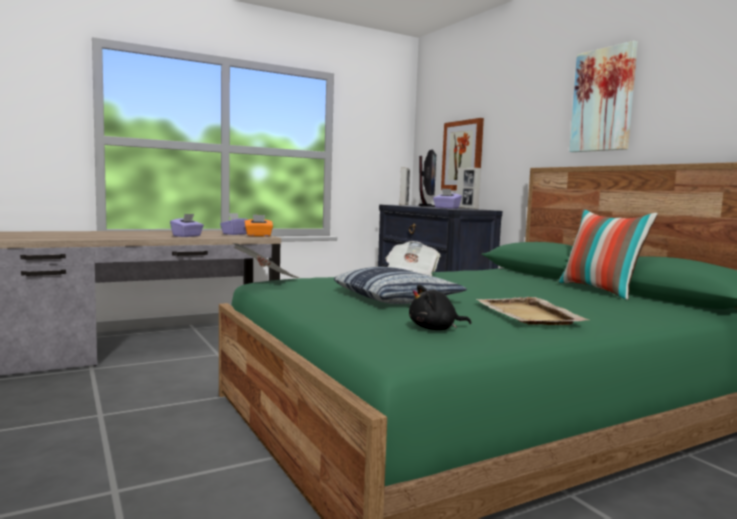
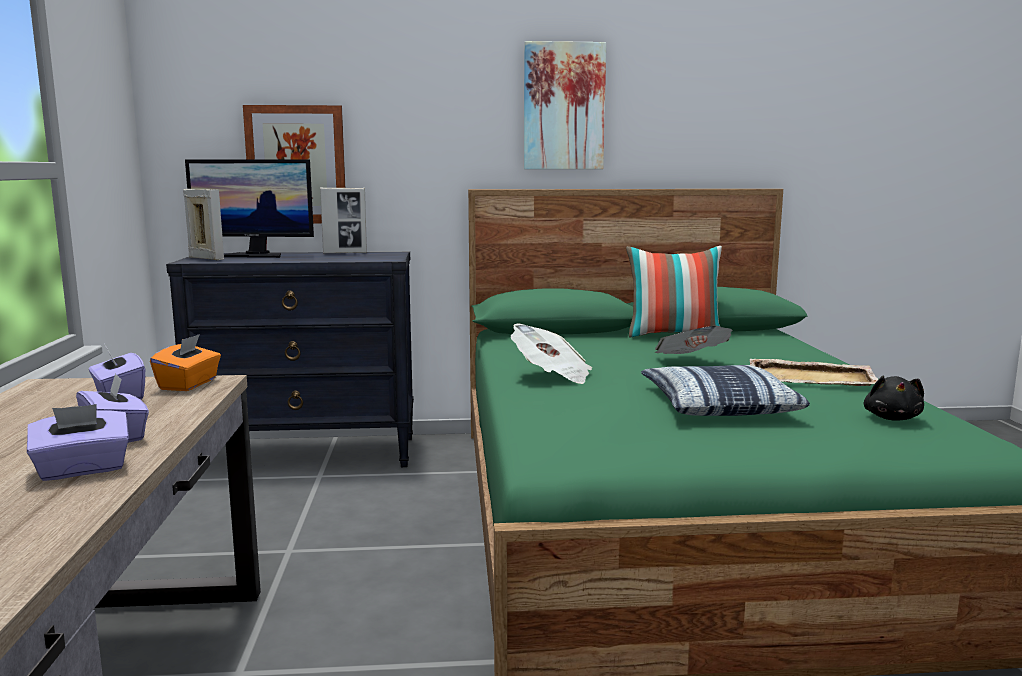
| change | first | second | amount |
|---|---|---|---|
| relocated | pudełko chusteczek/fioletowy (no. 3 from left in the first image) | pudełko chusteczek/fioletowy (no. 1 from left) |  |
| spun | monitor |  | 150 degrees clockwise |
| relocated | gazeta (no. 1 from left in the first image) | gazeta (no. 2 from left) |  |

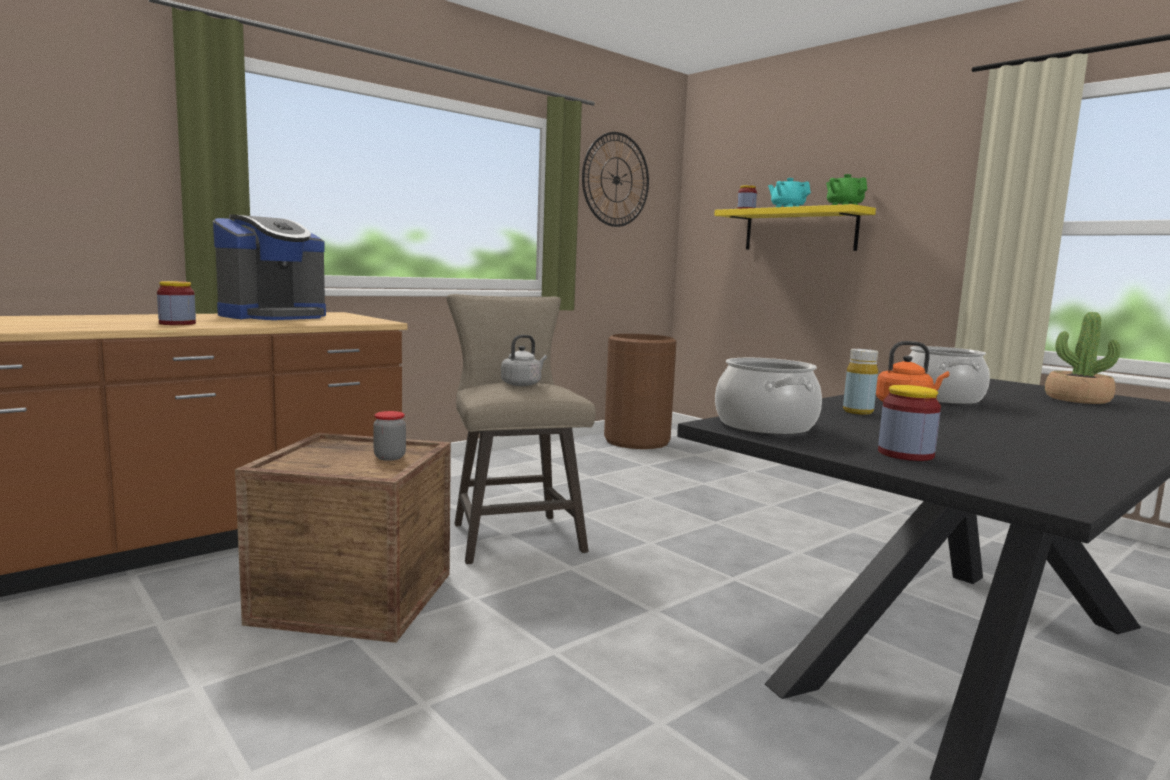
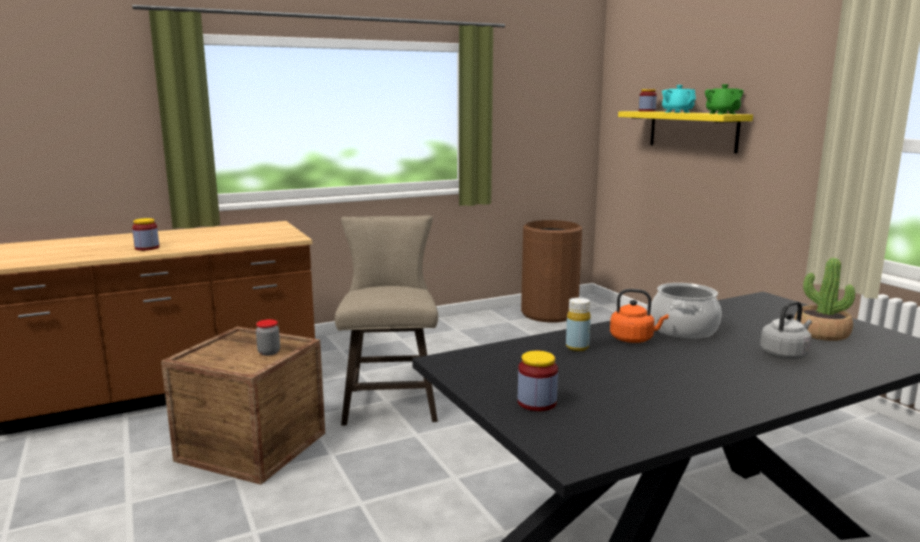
| change | first | second | amount |
|---|---|---|---|
| relocated | czajnik/szary |  |  |
| missing | ekspres do kawy |  |  |
| missing | zegar ścienny |  |  |
| missing | garnek (no. 1 from left) |  |  |

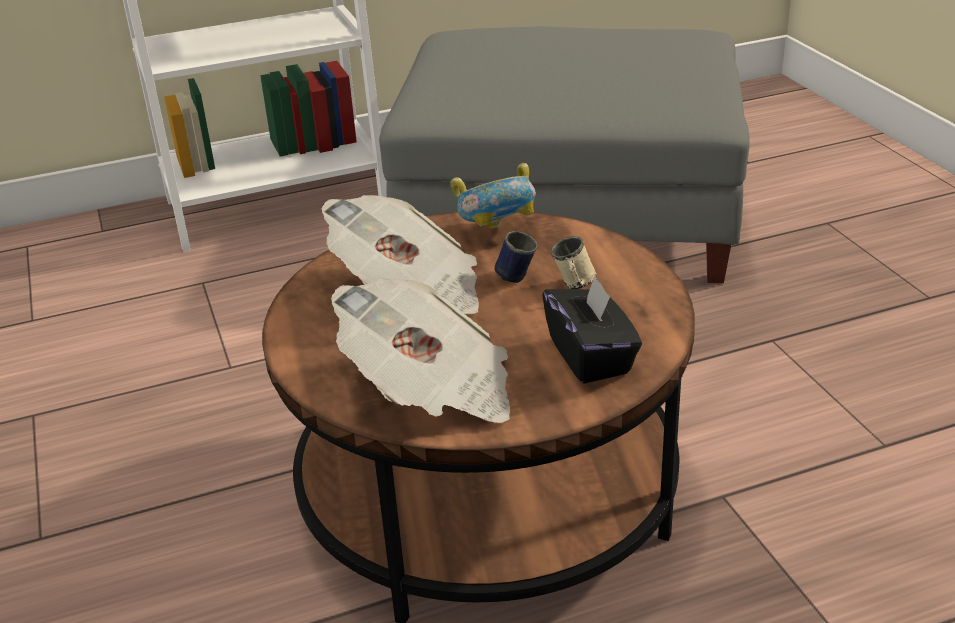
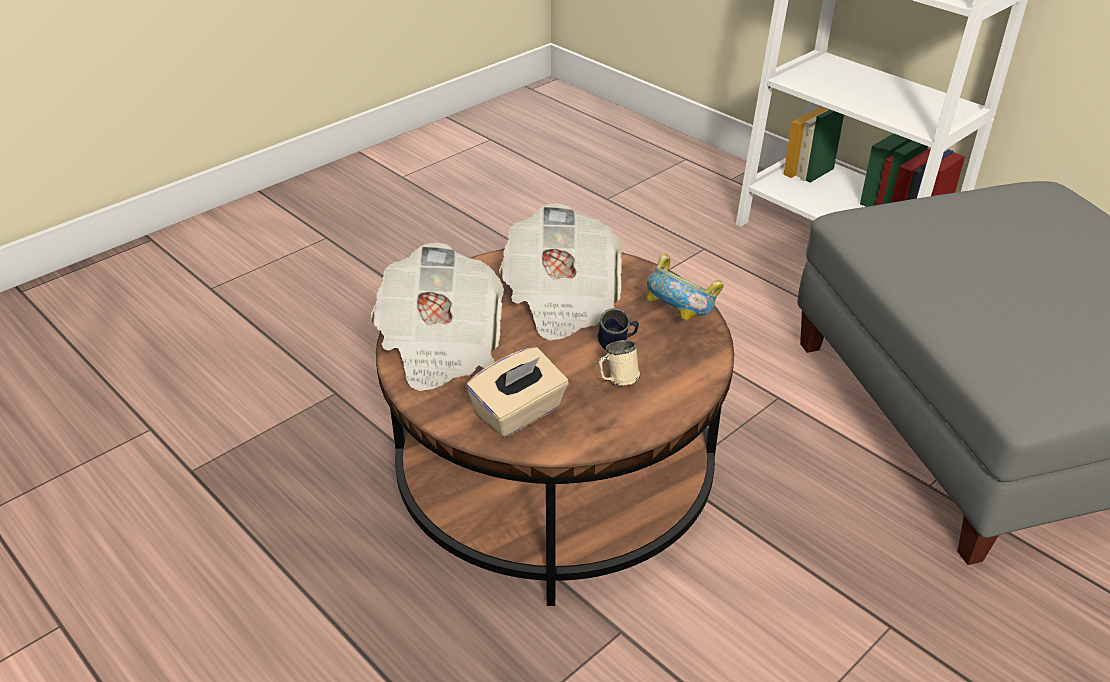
| change | first | second | amount |
|---|---|---|---|
| colour | pudełko chusteczek/czarny | pudełko chusteczek/beżowy |  |

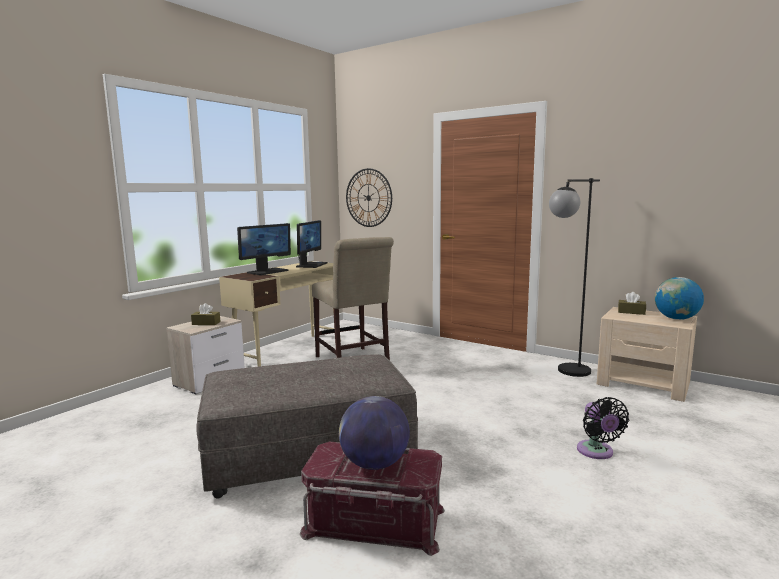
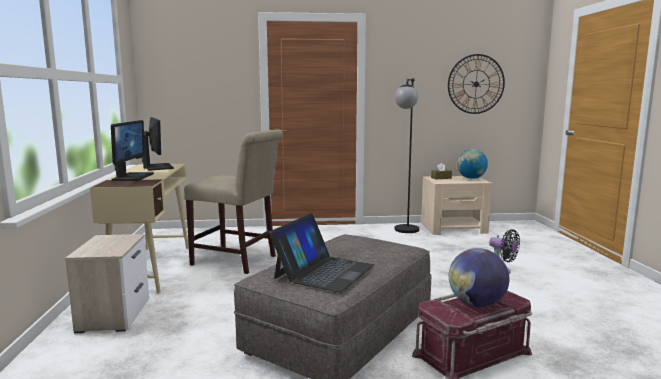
| change | first | second | amount |
|---|---|---|---|
| appeared |  | laptop |  |
| relocated | zegar ścienny |  |  |
| missing | pudełko chusteczek/brązowy (no. 1 from left) |  |  |

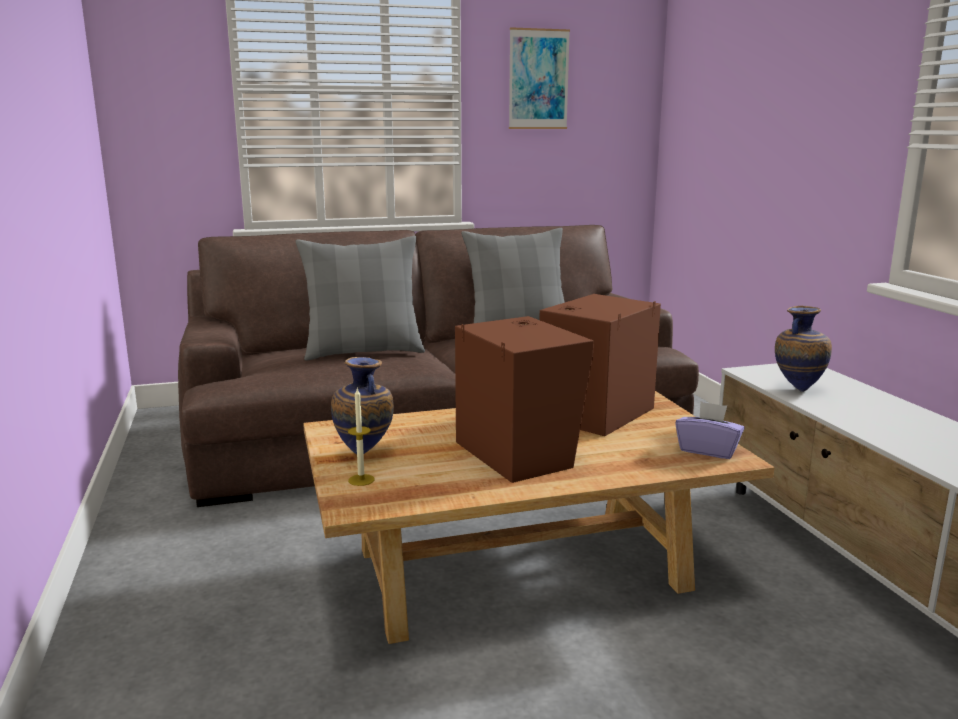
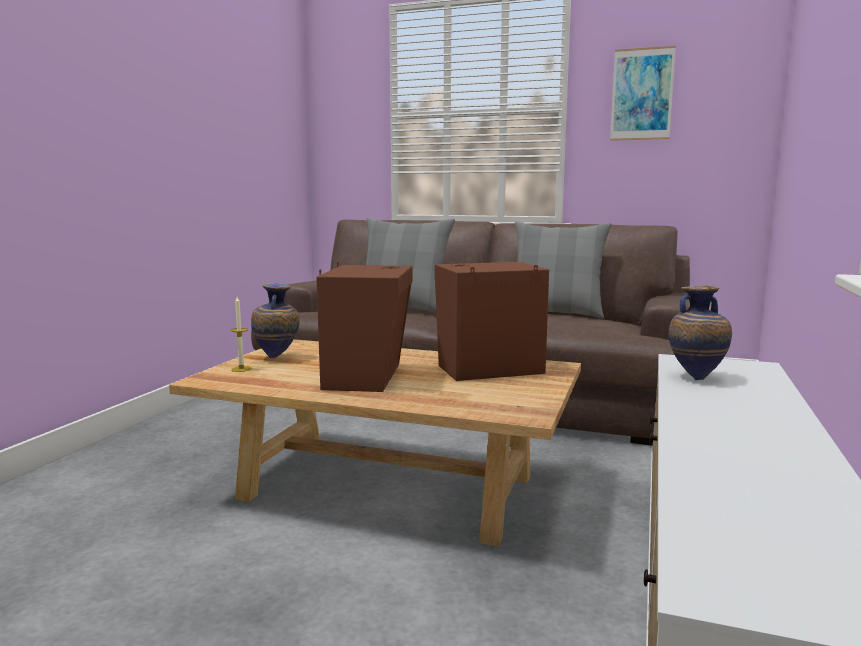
| change | first | second | amount |
|---|---|---|---|
| missing | pudełko chusteczek/fioletowy |  |  |

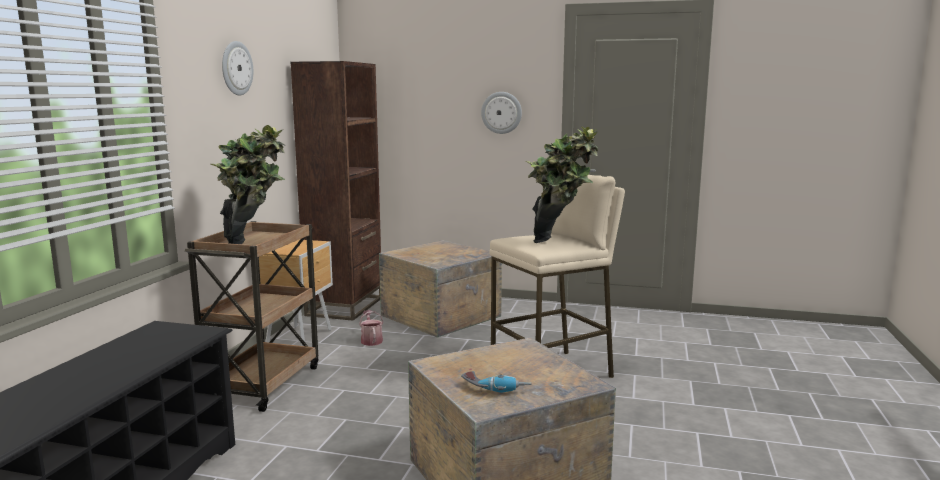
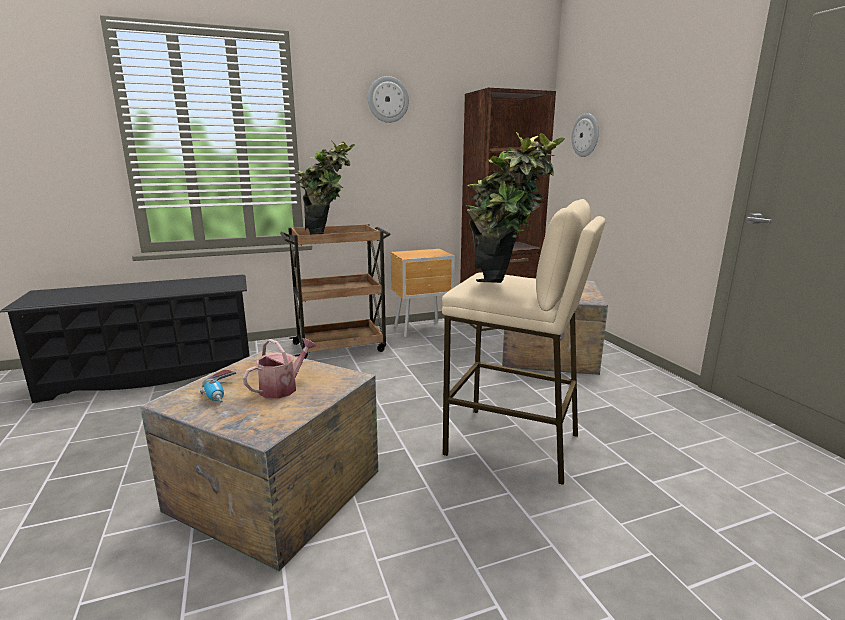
| change | first | second | amount |
|---|---|---|---|
| relocated | konewka |  |  |
| relocated | zegar ścienny (no. 2 from left) |  |  |

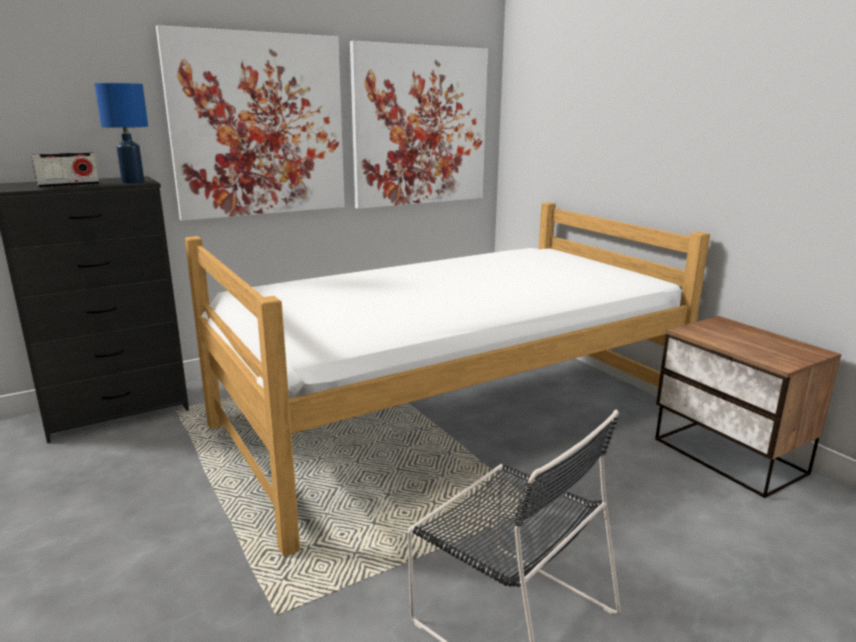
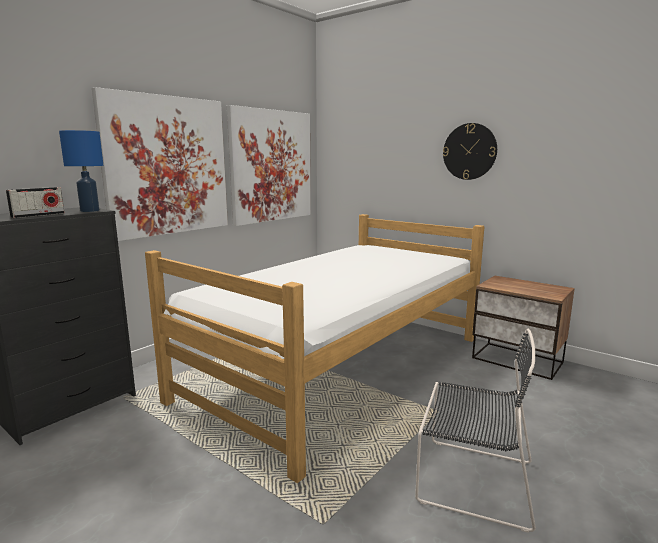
| change | first | second | amount |
|---|---|---|---|
| appeared |  | zegar ścienny |  |

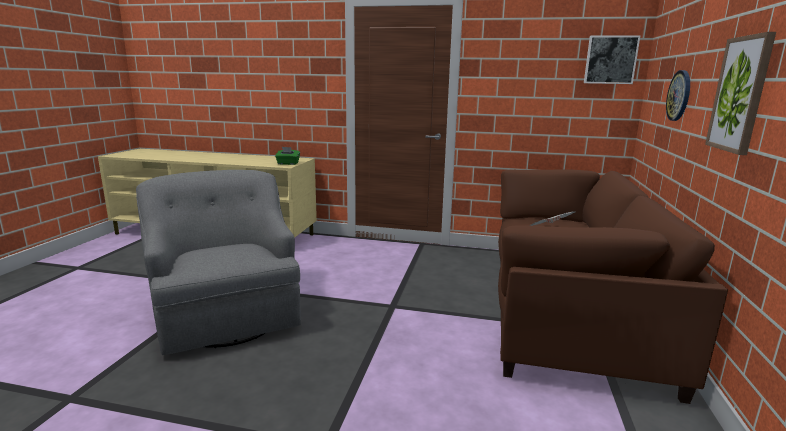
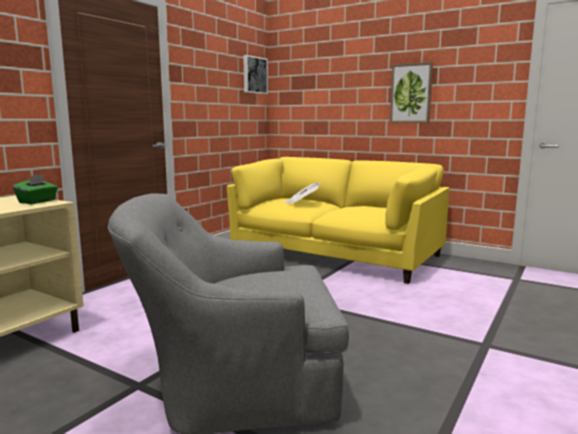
| change | first | second | amount |
|---|---|---|---|
| colour | kanapa/brązowy | kanapa/żółty |  |
| missing | zegar ścienny |  |  |

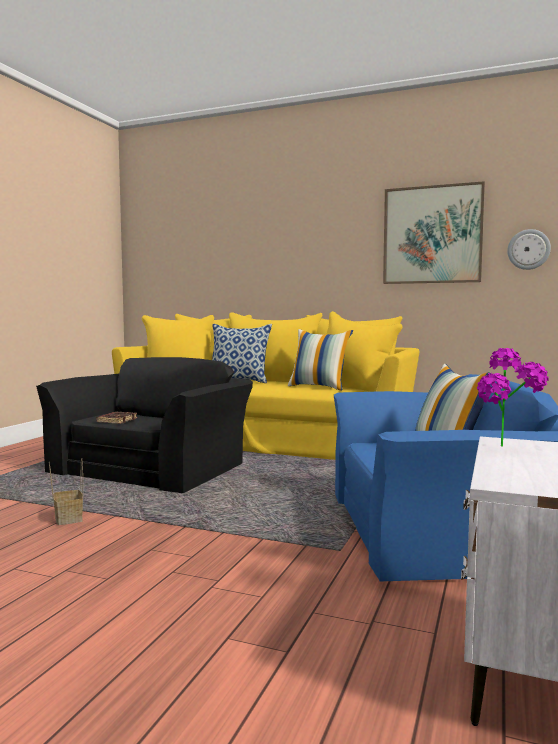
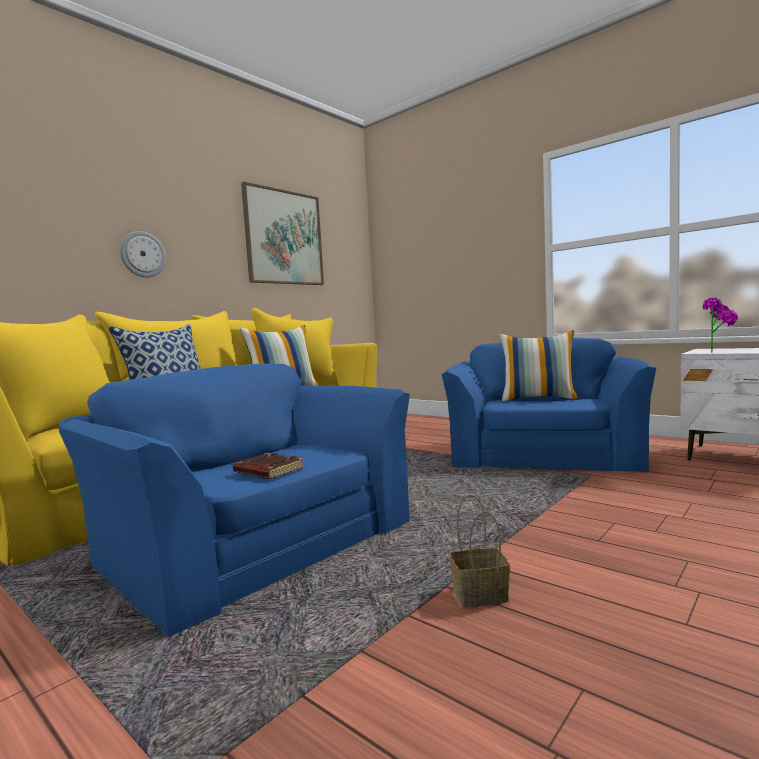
| change | first | second | amount |
|---|---|---|---|
| colour | fotel/czarny | fotel/niebieski (no. 1 from left) |  |
| relocated | zegar ścienny |  |  |

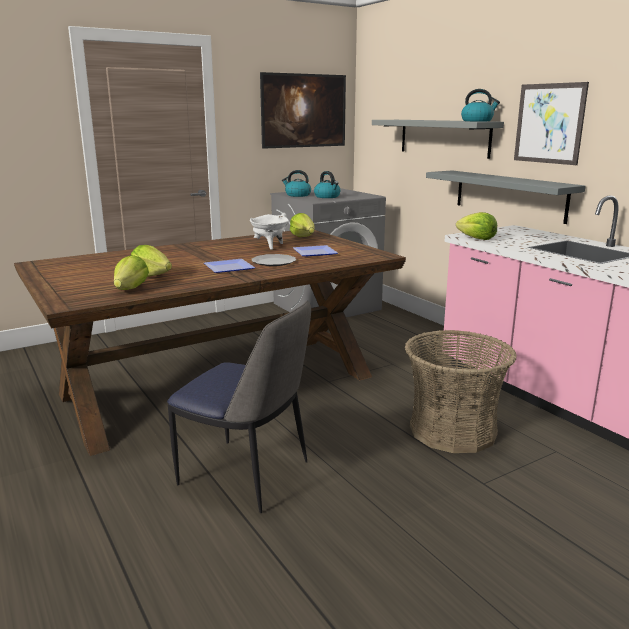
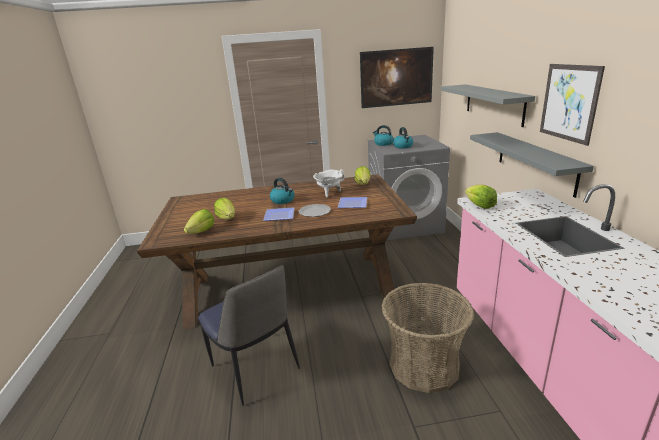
| change | first | second | amount |
|---|---|---|---|
| relocated | czajnik (no. 3 from left in the first image) | czajnik (no. 1 from left) |  |

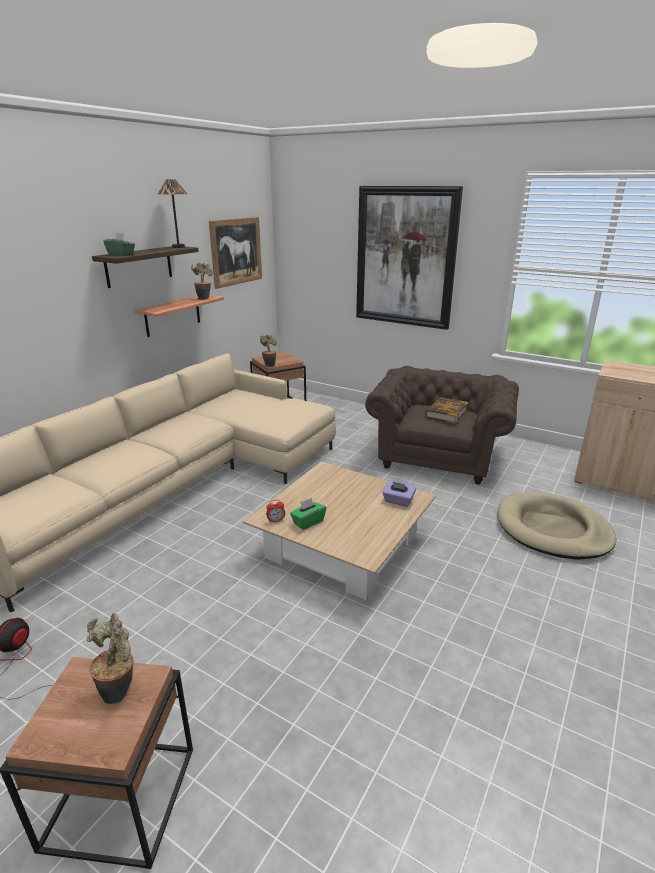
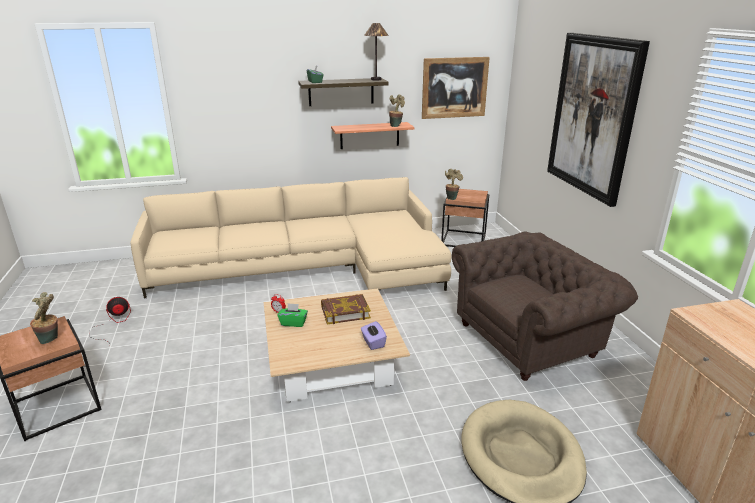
| change | first | second | amount |
|---|---|---|---|
| relocated | książka |  |  |

